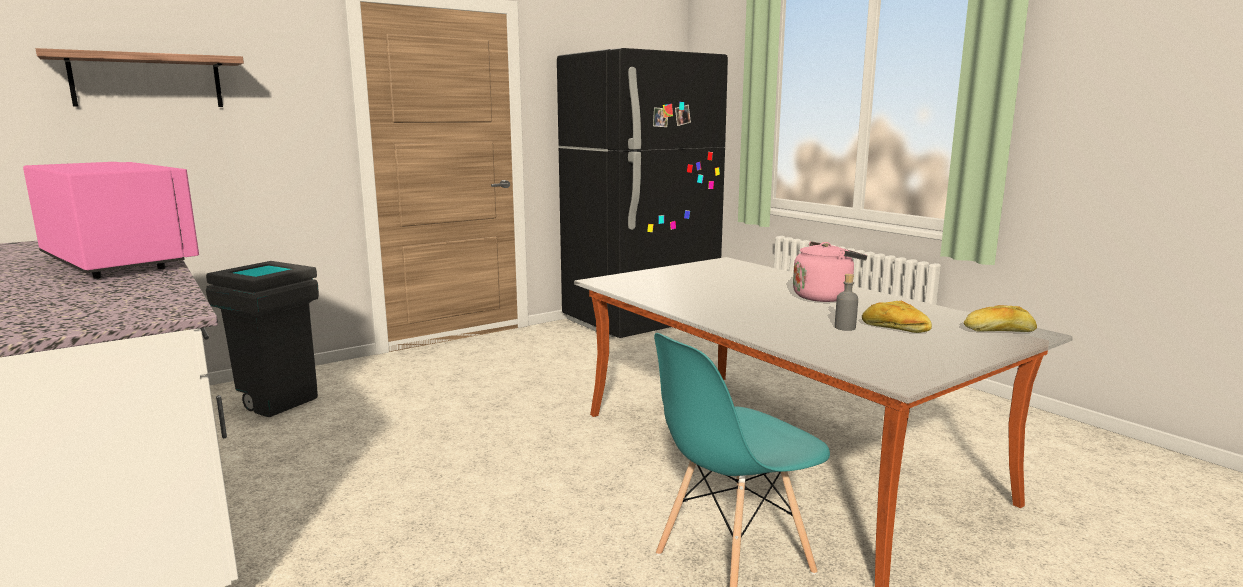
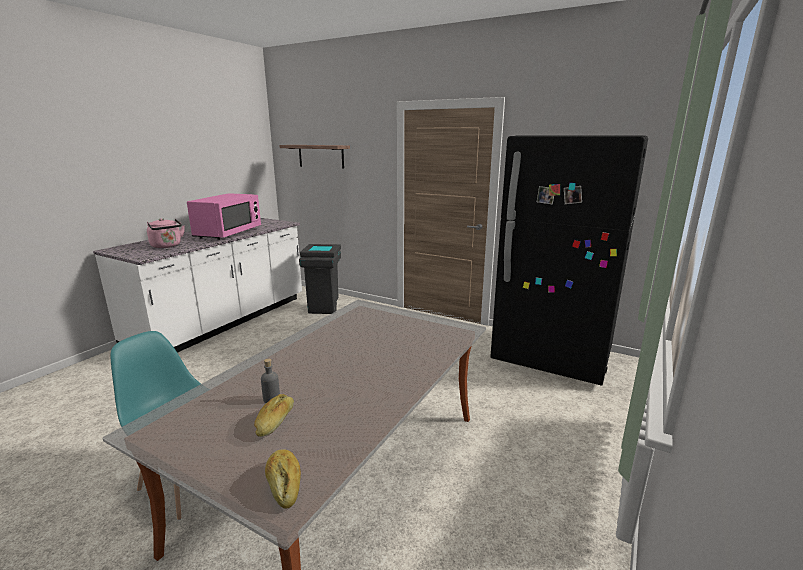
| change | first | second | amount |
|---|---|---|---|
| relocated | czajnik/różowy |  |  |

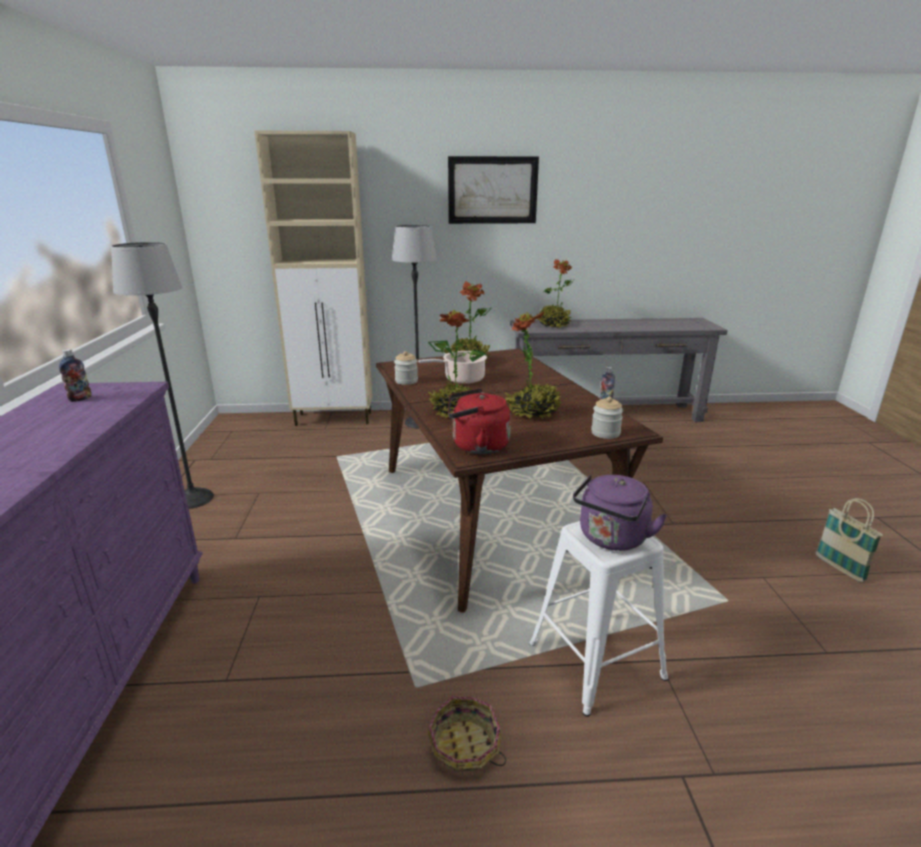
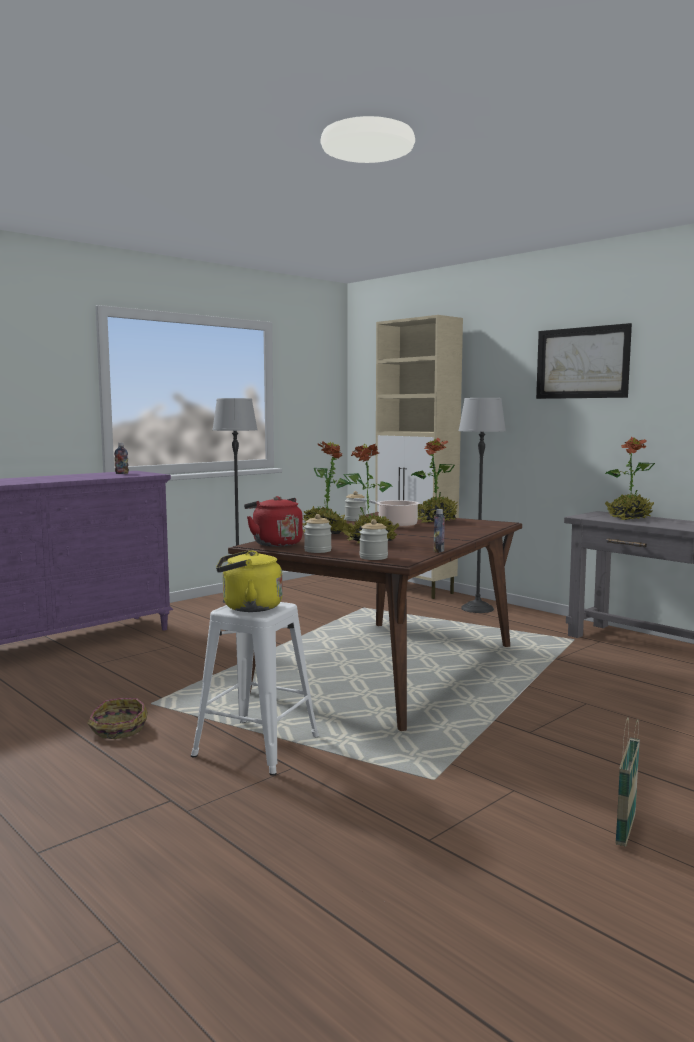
| change | first | second | amount |
|---|---|---|---|
| colour | czajnik/fioletowy | czajnik/żółty |  |
| appeared |  | słoik (no. 1 from left) |  |

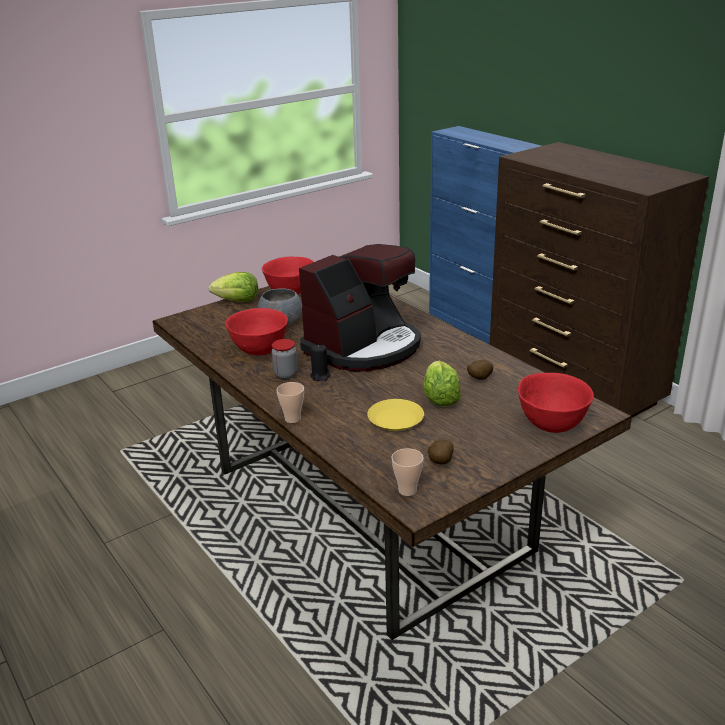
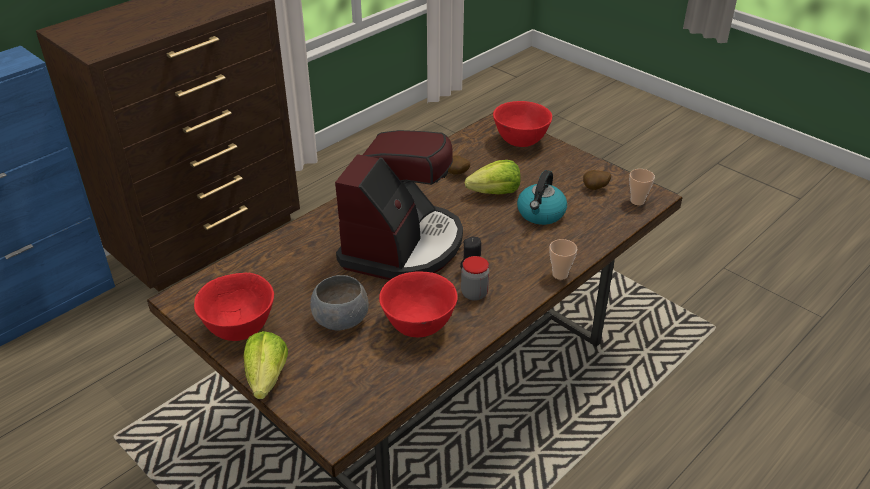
| change | first | second | amount |
|---|---|---|---|
| spun | ekspres do kawy |  | 75 degrees clockwise |
| exchanged | talerz/żółty | czajnik |  |

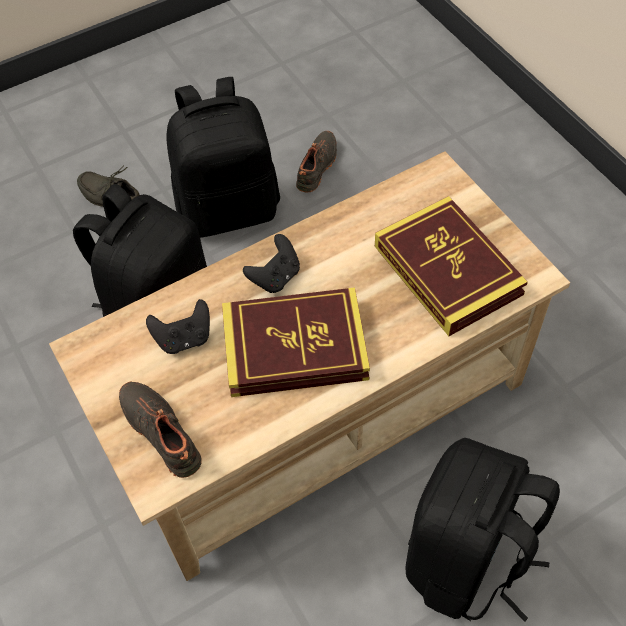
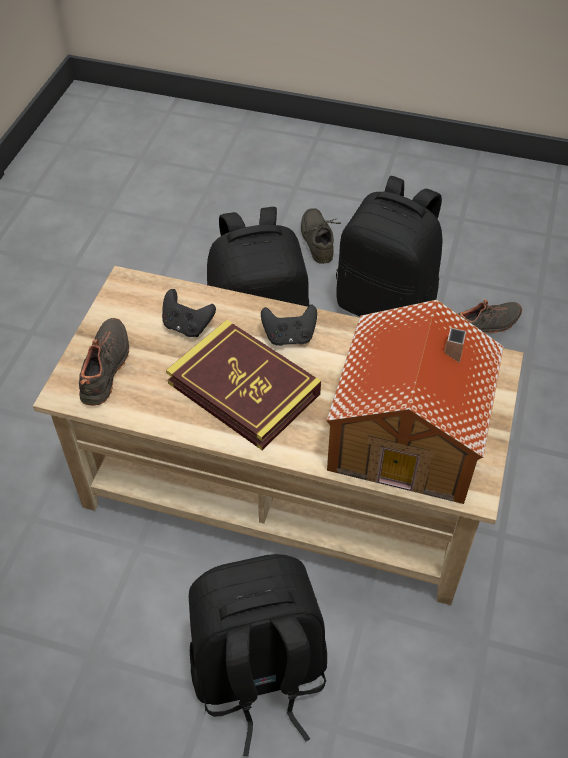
| change | first | second | amount |
|---|---|---|---|
| exchanged | książka (no. 2 from left) | domek |  |

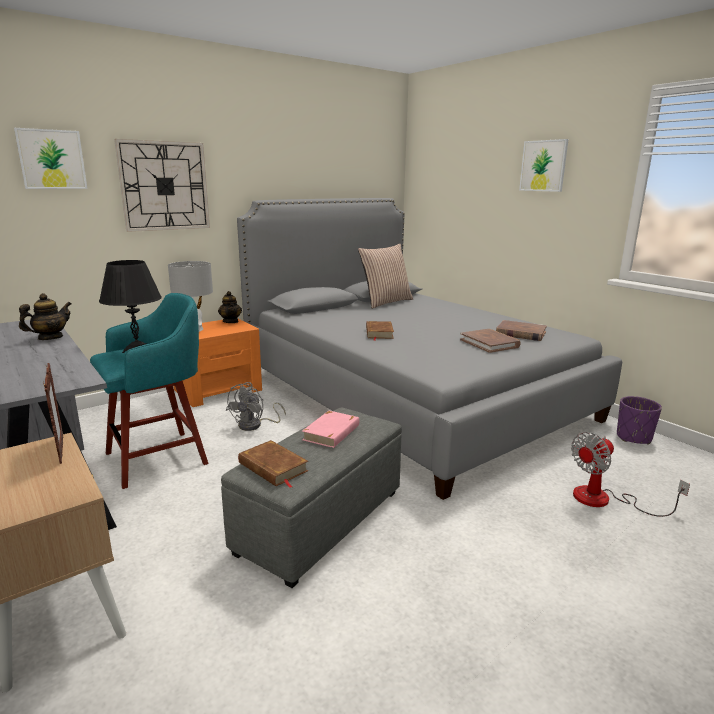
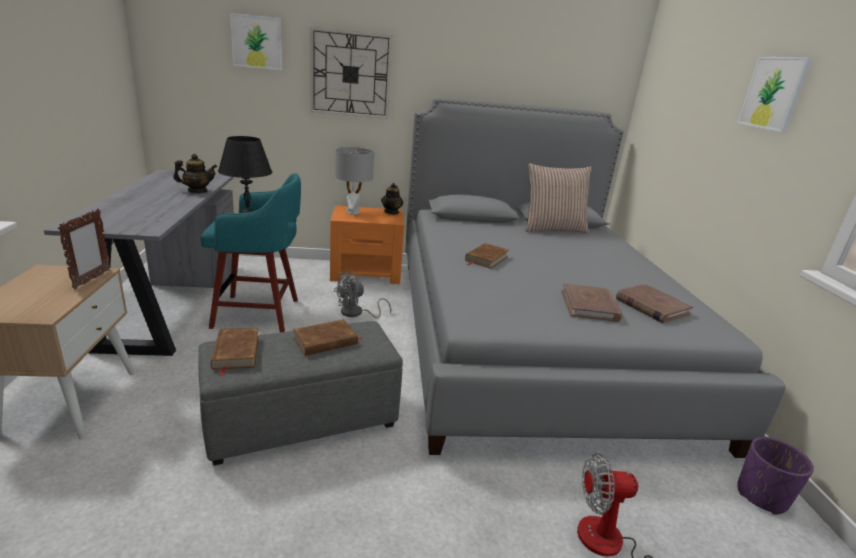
| change | first | second | amount |
|---|---|---|---|
| colour | książka/różowy | książka/brązowy (no. 2 from left) |  |

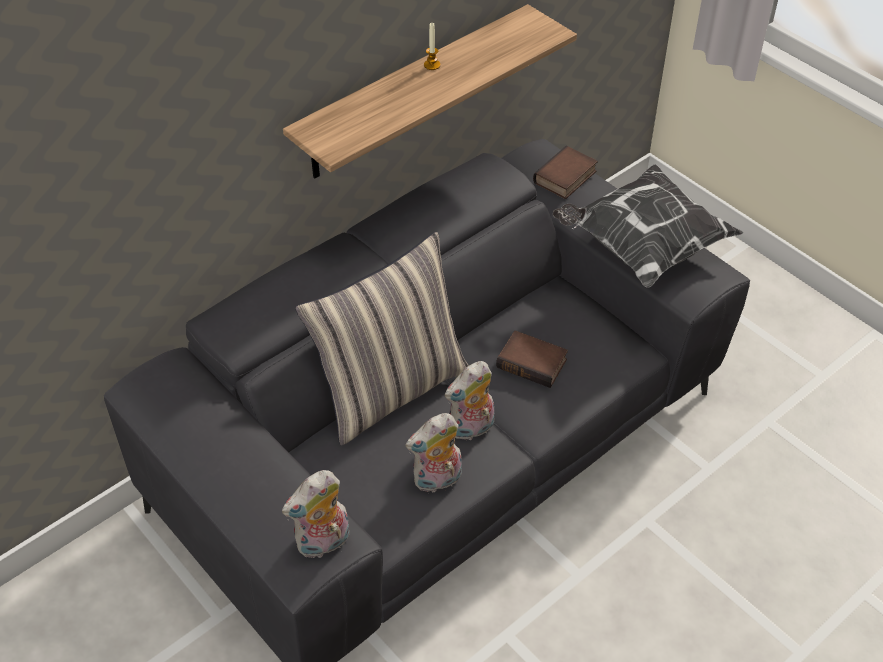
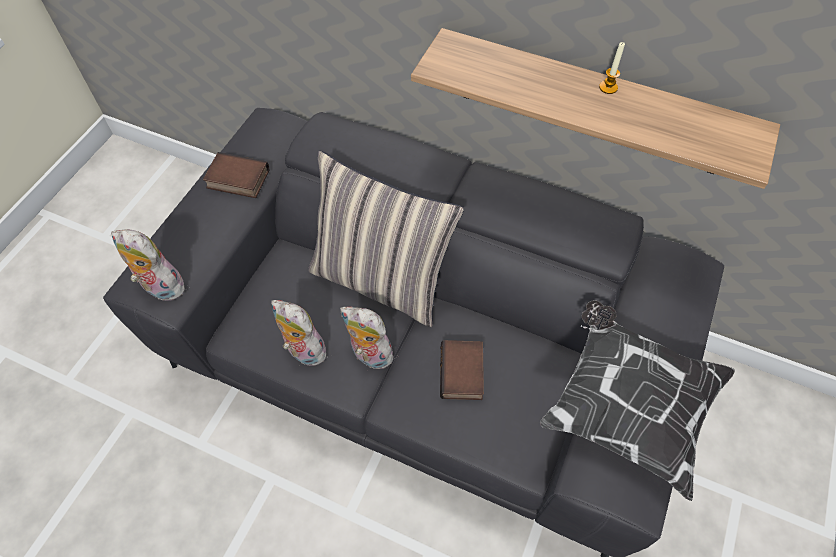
| change | first | second | amount |
|---|---|---|---|
| relocated | książka (no. 2 from left in the first image) | książka (no. 1 from left) |  |

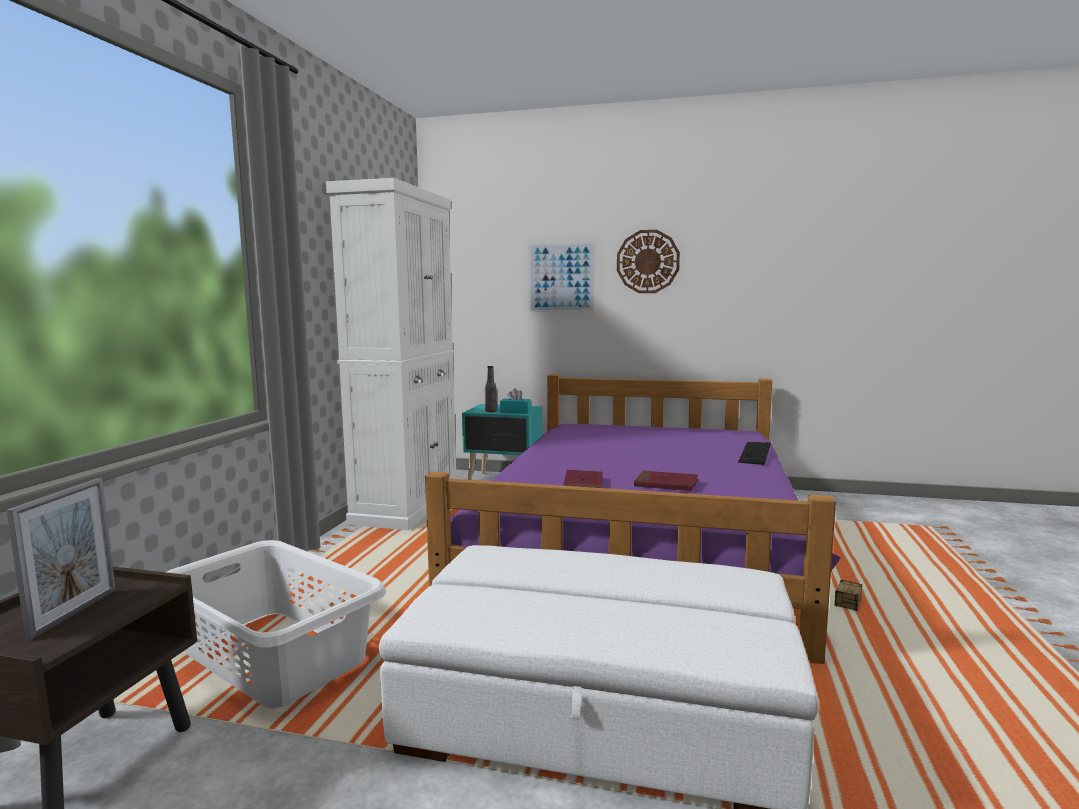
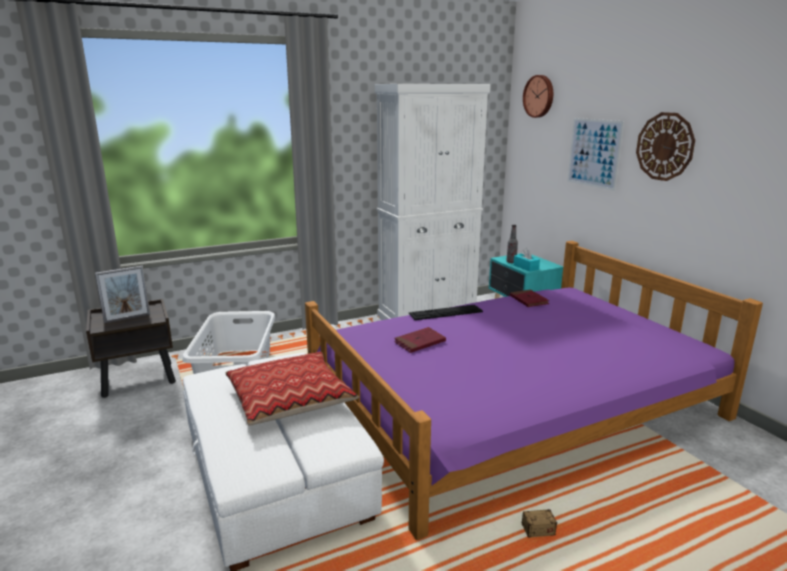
| change | first | second | amount |
|---|---|---|---|
| appeared |  | poduszka |  |
| relocated | klawiatura |  |  |
| relocated | książka/czerwony (no. 2 from left) |  |  |
| appeared |  | zegar ścienny (no. 1 from left) |  |

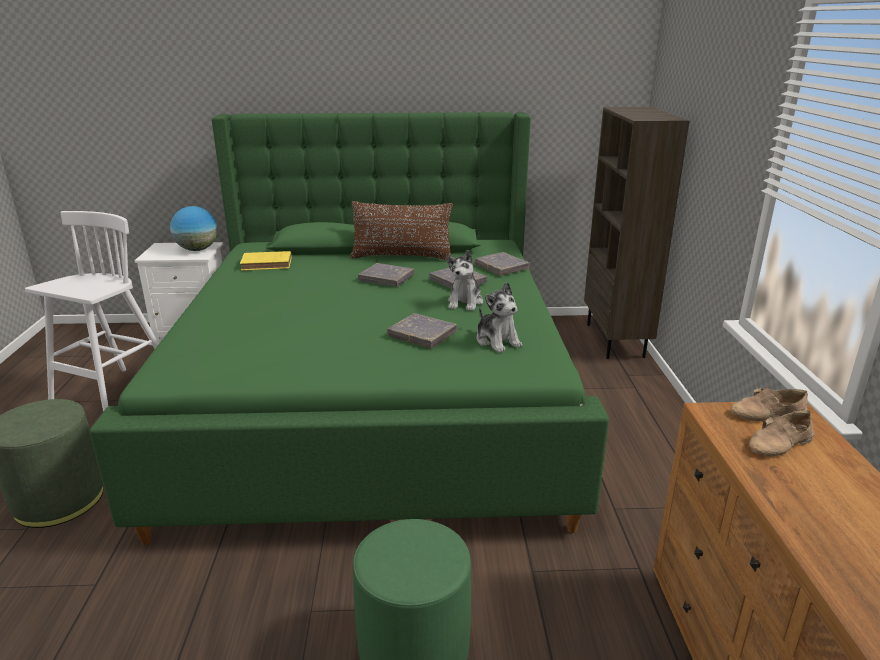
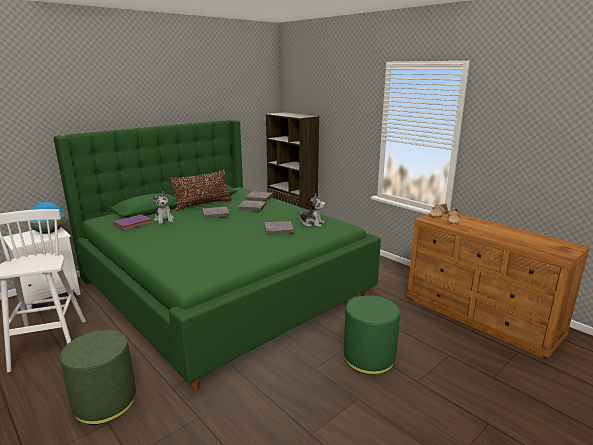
| change | first | second | amount |
|---|---|---|---|
| colour | książka/żółty | książka/fioletowy |  |
| relocated | pluszak (no. 1 from left) |  |  |

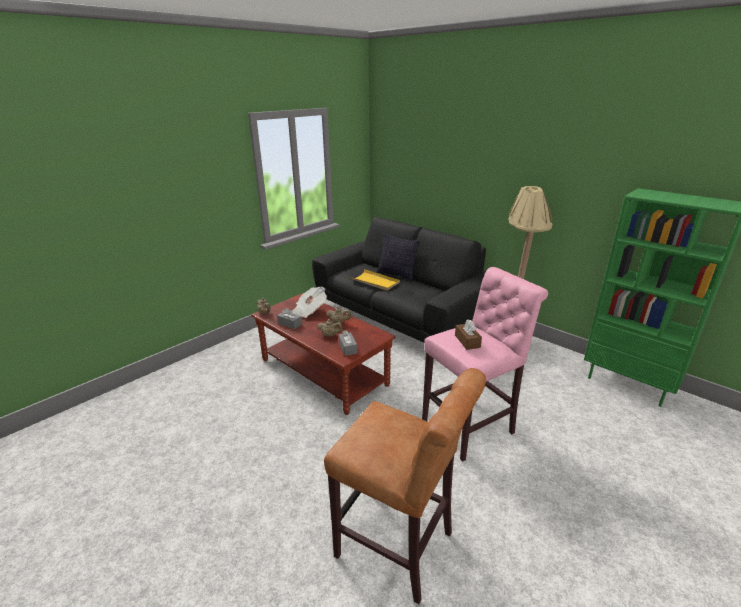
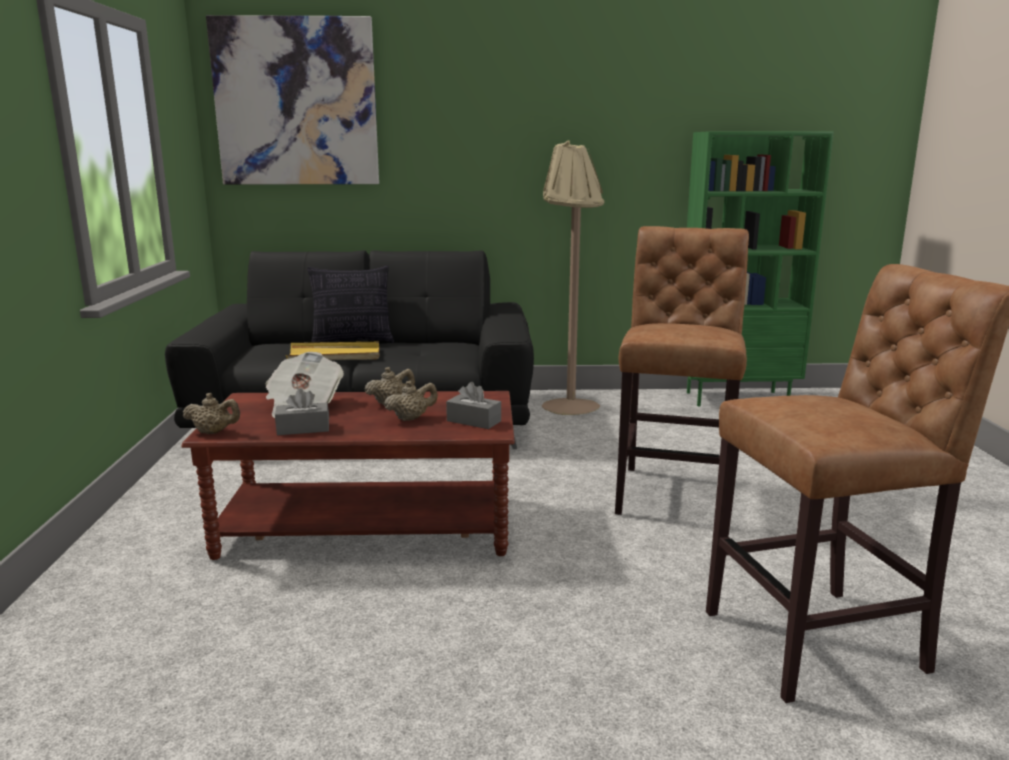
| change | first | second | amount |
|---|---|---|---|
| appeared |  | obraz |  |
| colour | stołek/różowy | stołek/brązowy (no. 1 from left) |  |
| missing | pudełko chusteczek/brązowy |  |  |

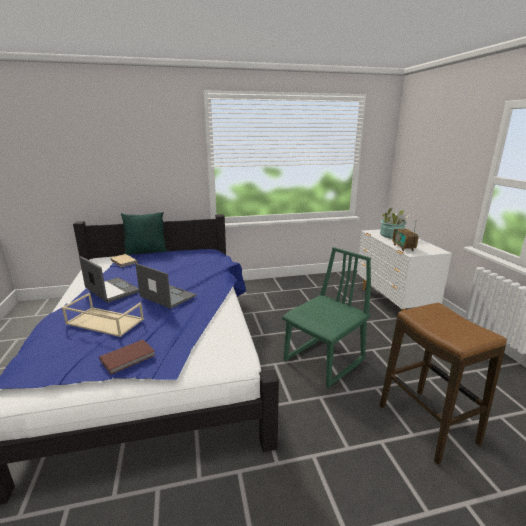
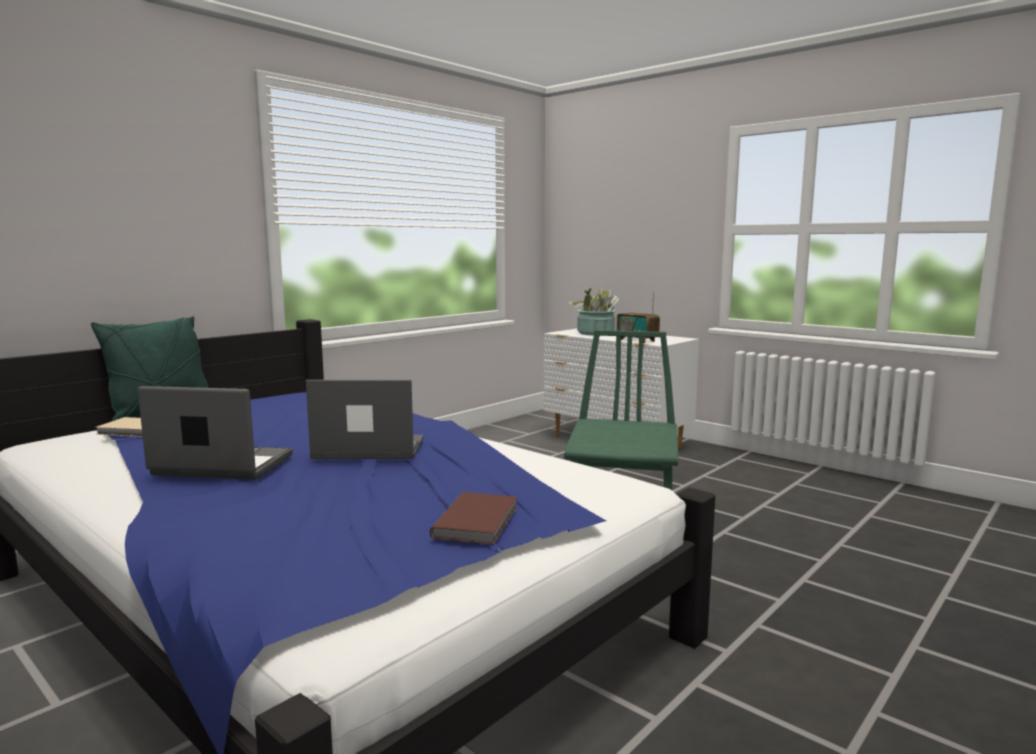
| change | first | second | amount |
|---|---|---|---|
| missing | taca/beżowy |  |  |
| missing | stołek |  |  |

